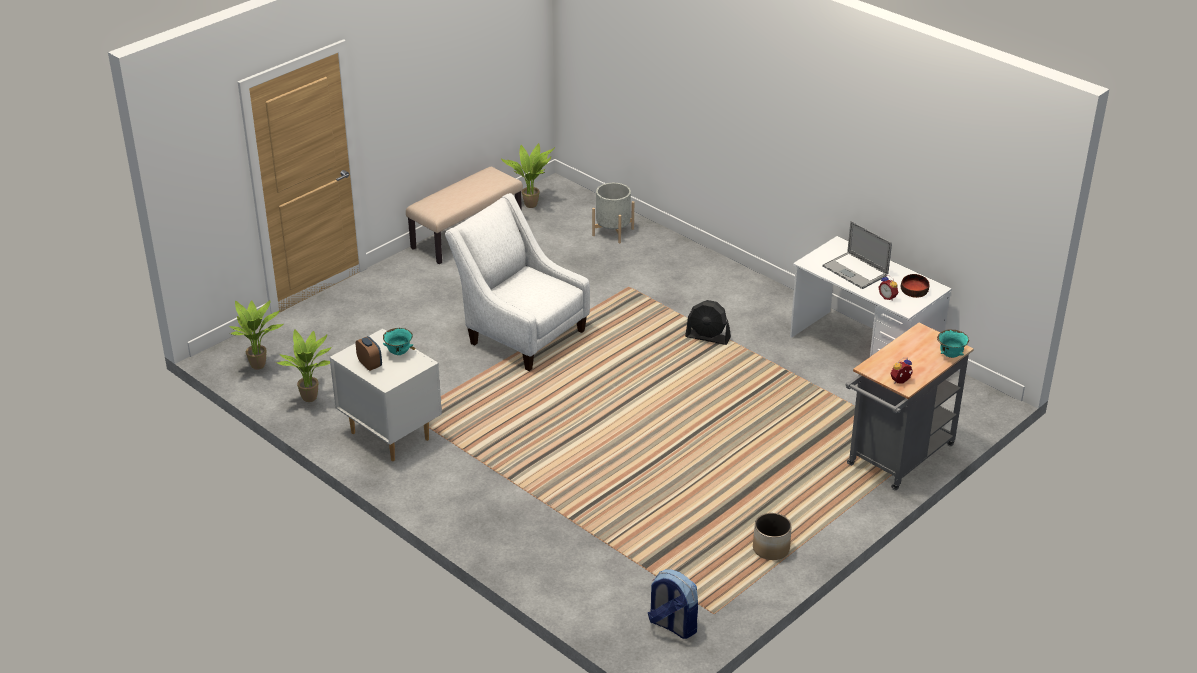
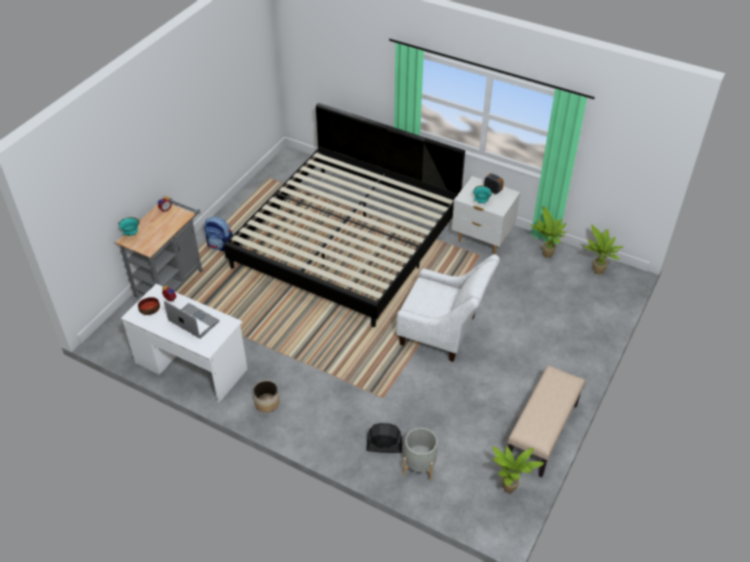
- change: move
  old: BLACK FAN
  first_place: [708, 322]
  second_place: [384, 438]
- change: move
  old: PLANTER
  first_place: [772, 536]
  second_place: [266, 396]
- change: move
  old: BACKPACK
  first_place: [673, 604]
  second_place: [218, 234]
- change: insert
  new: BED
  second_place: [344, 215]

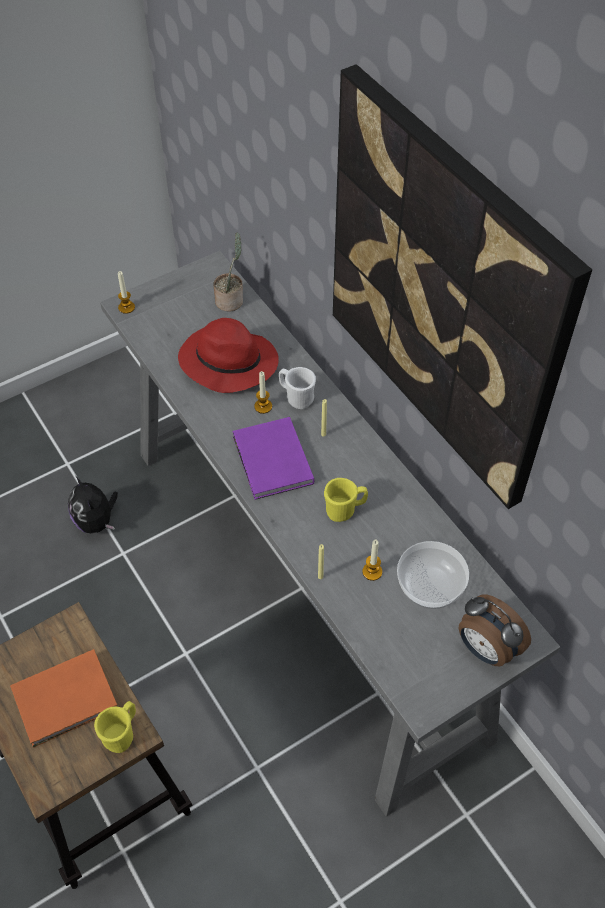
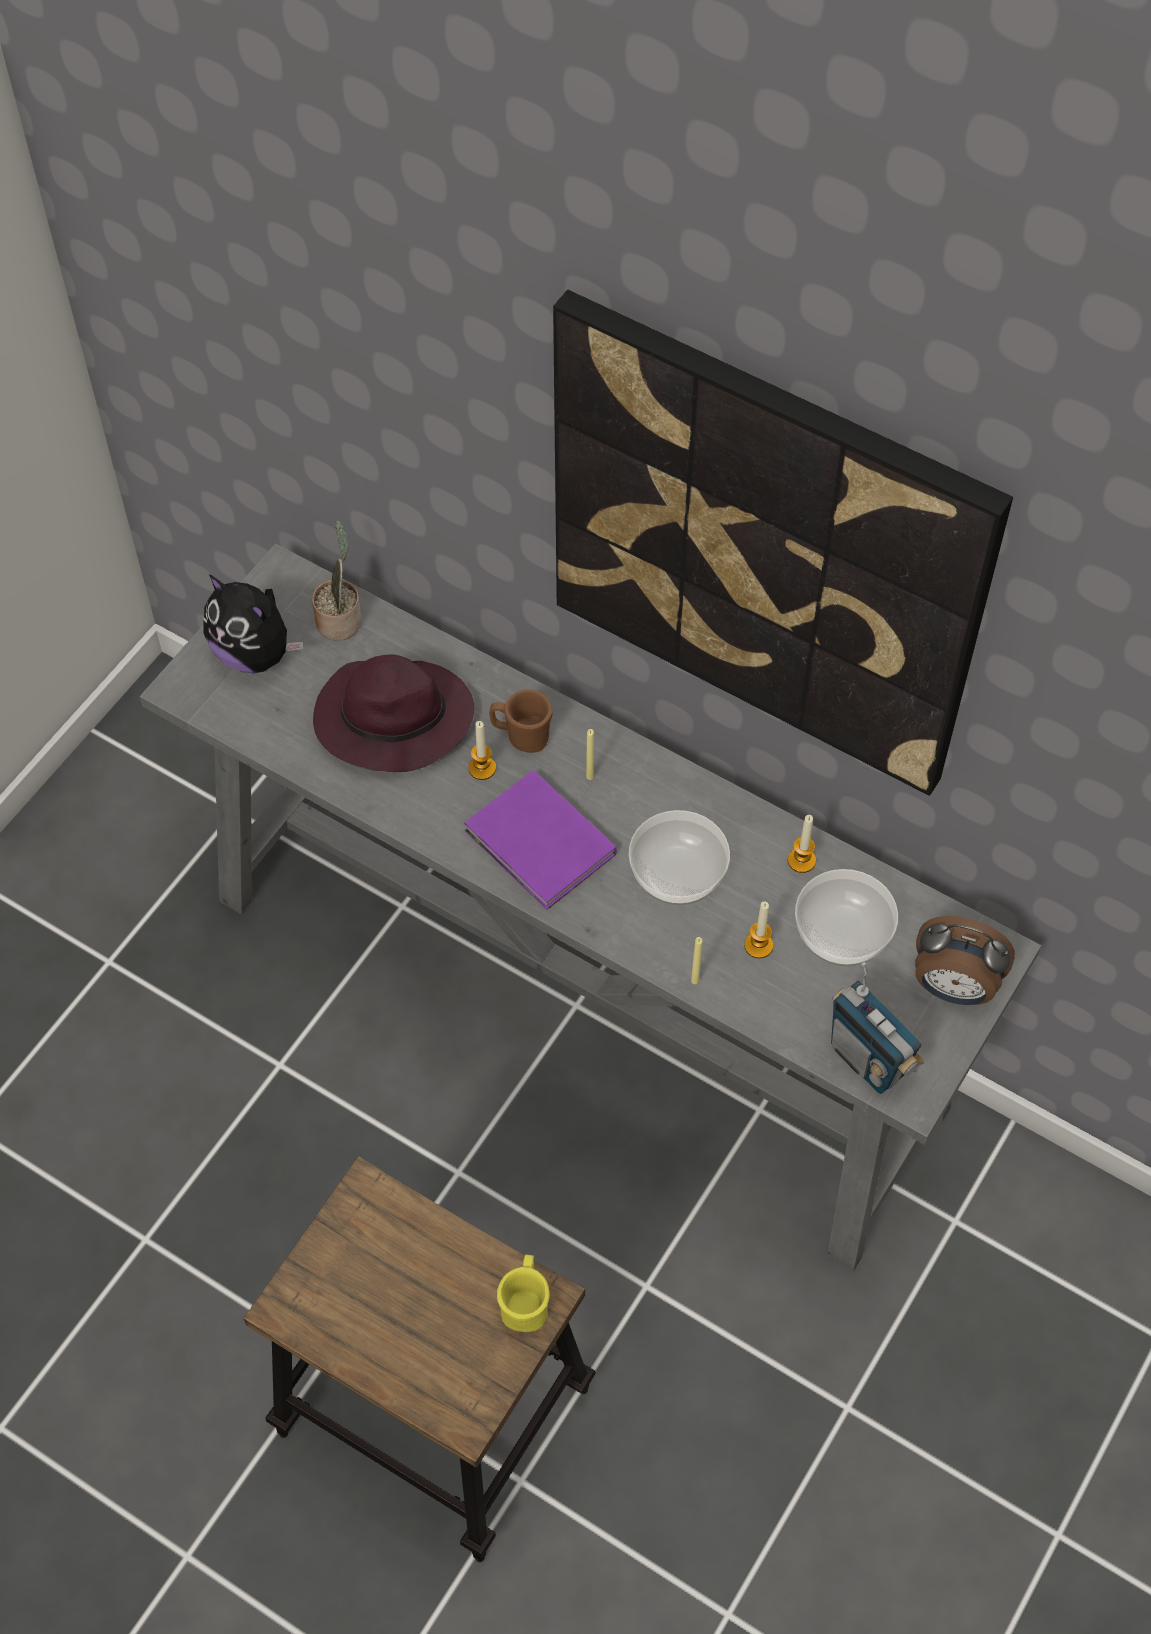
- change: move
  old: CANDLE
  first_place: [126, 292]
  second_place: [802, 844]
- change: recolor
  old: RED HAT
  new: PURPLE HAT
  first_place: [228, 355]
  second_place: [393, 713]
- change: recolor
  old: WHITE MUG
  new: BROWN MUG
  first_place: [297, 388]
  second_place: [521, 721]
- change: move
  old: PLUSH TOY
  first_place: [93, 505]
  second_place: [253, 624]
- change: replace
  old: YELLOW MUG
  new: BOWL
  first_place: [346, 500]
  second_place: [679, 857]
- change: delete
  old: ORANGE BOOK
  first_place: [64, 698]
- change: insert
  new: RADIO
  second_place: [878, 1028]

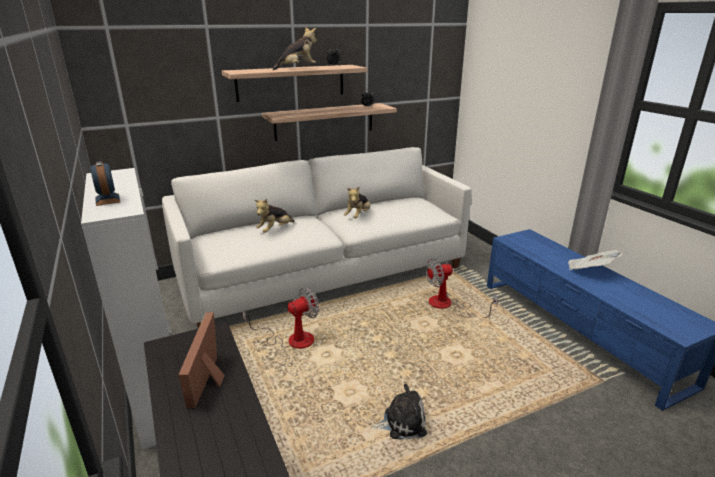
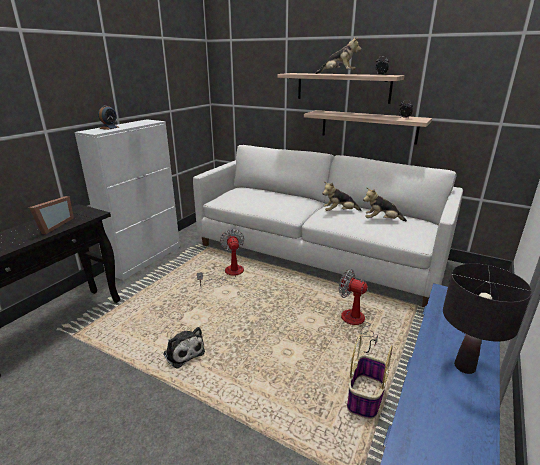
- change: move
  old: PLUSH TOY
  first_place: [274, 216]
  second_place: [385, 204]
- change: replace
  old: NEWSPAPER
  new: BLACK TABLE LAMP
  first_place: [595, 260]
  second_place: [487, 318]
- change: rotate
  old: FAN
  first_place: [280, 318]
  second_place: [220, 258]
  degrees: -120
- change: rotate
  old: PICTURE FRAME
  first_place: [201, 360]
  second_place: [51, 215]
  degrees: 135
- change: insert
  new: BASKET
  second_place: [370, 377]

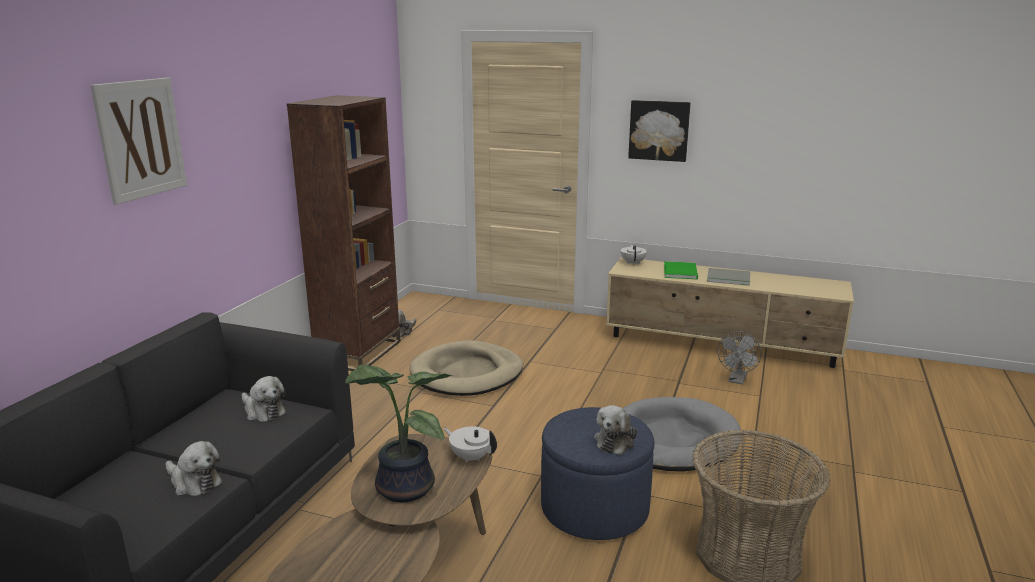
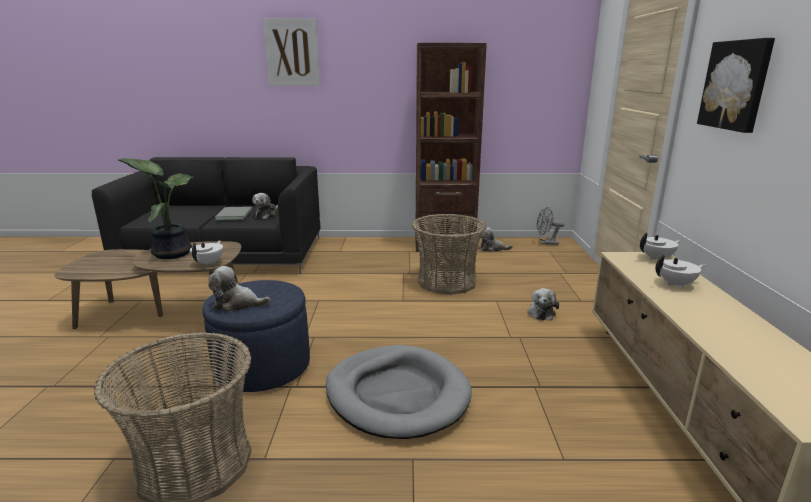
- change: replace
  old: GREEN BOOK
  new: WHITE TEAPOT
  first_place: [681, 270]
  second_place: [680, 272]
- change: move
  old: GREY BOOK
  first_place: [728, 277]
  second_place: [233, 213]
- change: move
  old: GREY FAN
  first_place: [740, 358]
  second_place: [550, 226]
- change: replace
  old: BEIGE DOG BED
  new: BASKET
  first_place: [466, 368]
  second_place: [449, 254]
- change: move
  old: PLUSH TOY
  first_place: [193, 468]
  second_place: [543, 304]

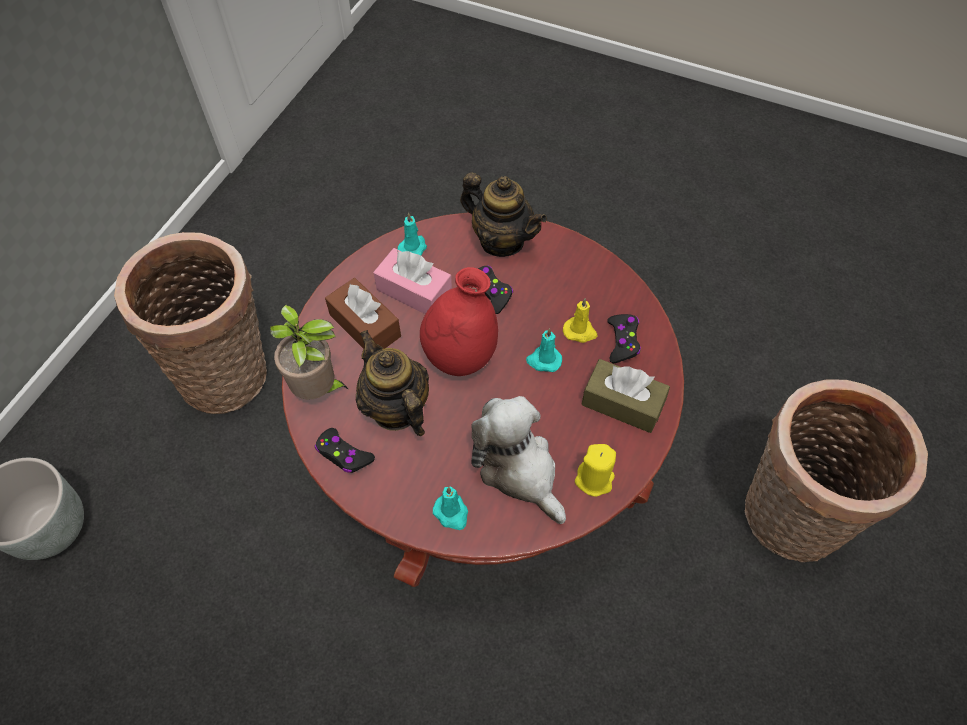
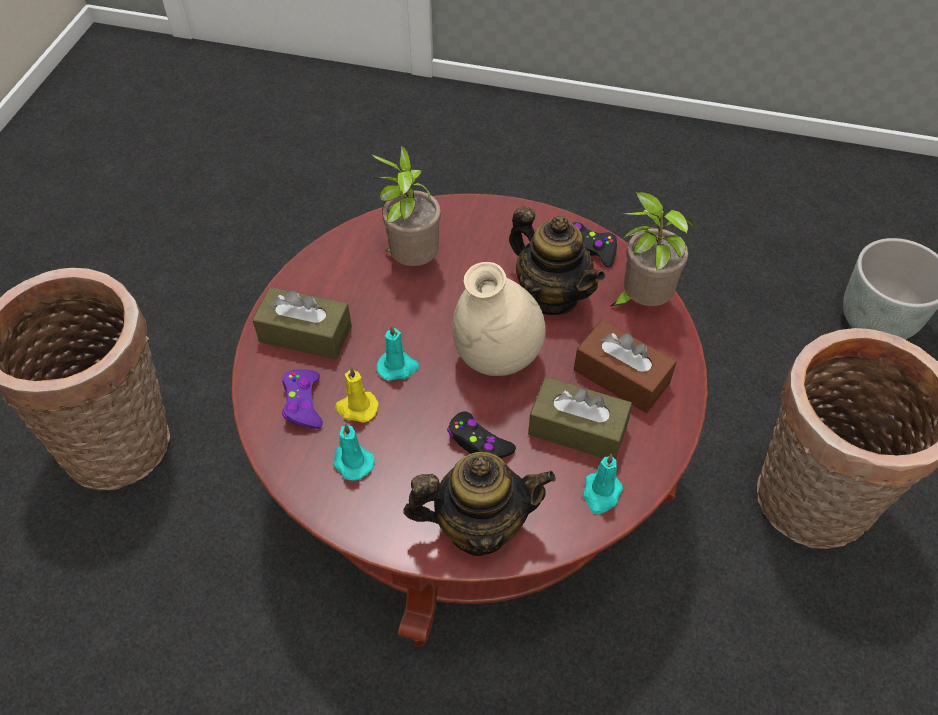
- change: rotate
  old: TEAPOT
  first_place: [503, 214]
  second_place: [480, 504]
  degrees: 150
- change: recolor
  old: PINK TISSUE BOX
  new: BROWN TISSUE BOX
  first_place: [412, 281]
  second_place: [580, 418]
- change: recolor
  old: RED VASE
  new: BEIGE VASE
  first_place: [459, 321]
  second_place: [499, 319]
- change: recolor
  old: BLACK GAME CONTROLLER
  new: PURPLE GAME CONTROLLER
  first_place: [624, 338]
  second_place: [302, 399]
- change: replace
  old: PLUSH TOY
  new: POTTED PLANT
  first_place: [518, 460]
  second_place: [406, 205]
- change: delete
  old: YELLOW CANDLE
  first_place: [595, 470]
- change: move
  old: TURQUOISE CANDLE
  first_place: [450, 508]
  second_place: [354, 452]

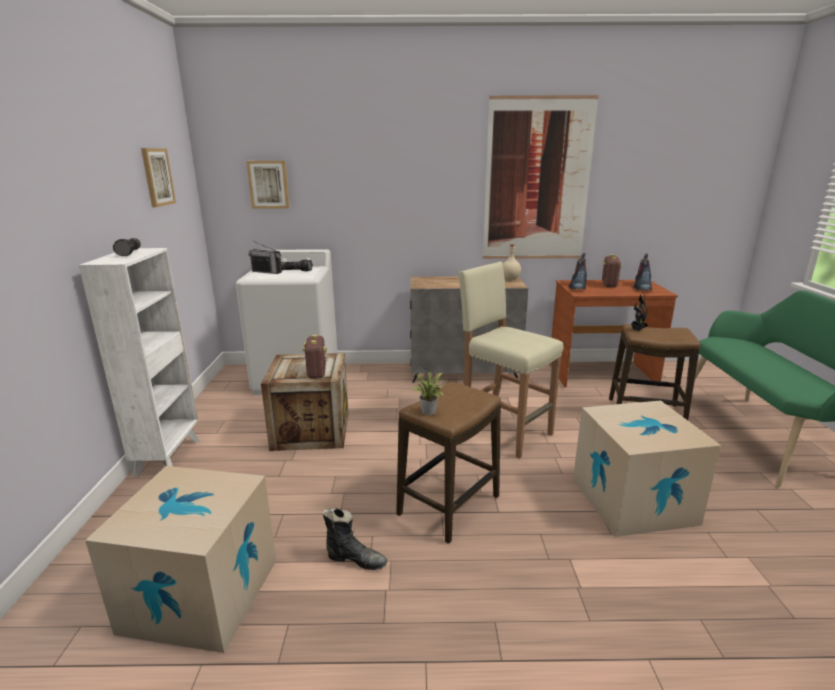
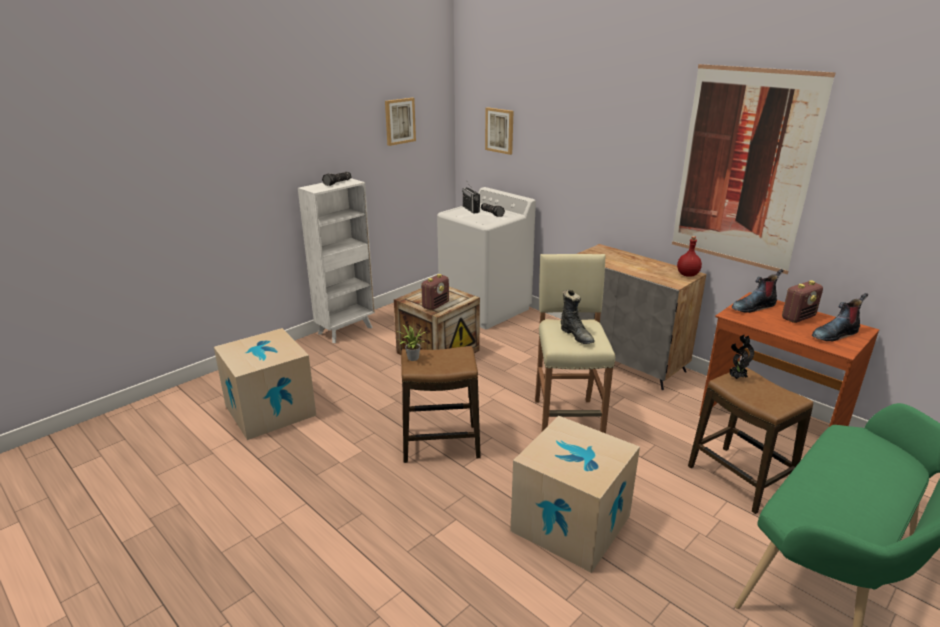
- change: recolor
  old: BEIGE BOTTLE
  new: RED BOTTLE
  first_place: [512, 262]
  second_place: [689, 256]
- change: move
  old: BLACK BOOT
  first_place: [354, 539]
  second_place: [578, 317]

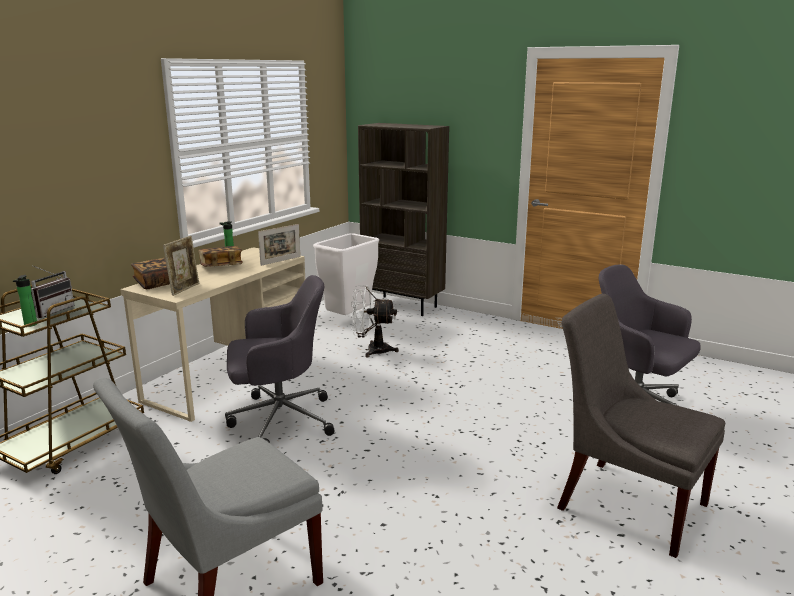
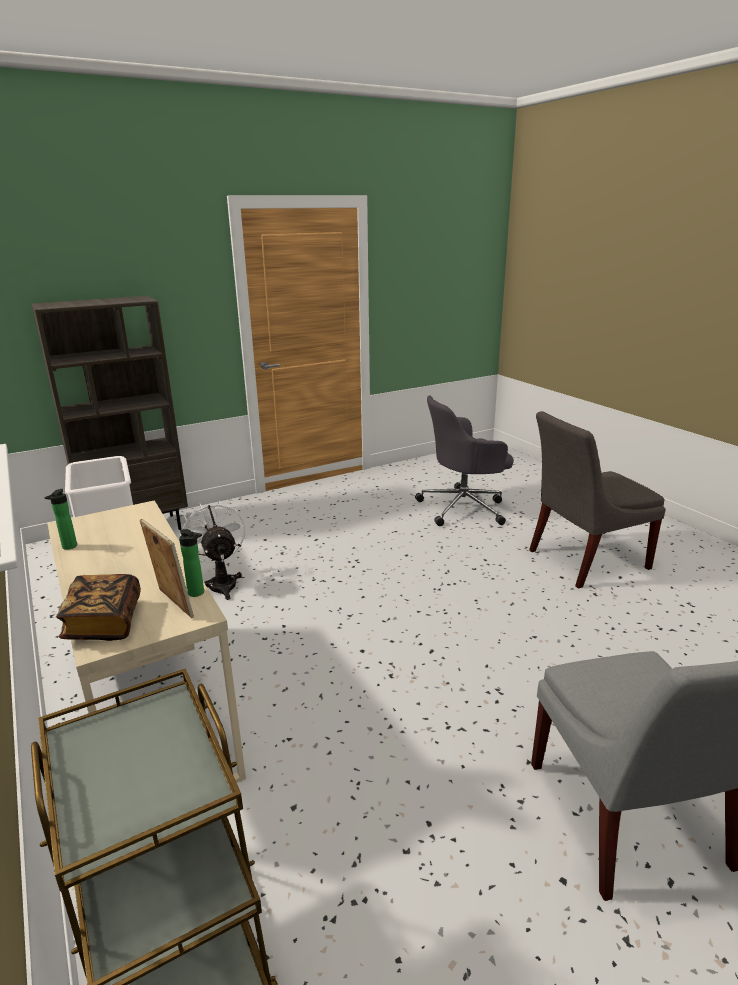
- change: delete
  old: PICTURE FRAME
  first_place: [279, 245]
- change: delete
  old: BOOK
  first_place: [220, 256]
- change: delete
  old: RADIO
  first_place: [52, 292]
- change: move
  old: BOTTLE
  first_place: [25, 301]
  second_place: [191, 563]
- change: delete
  old: GREY OFFICE CHAIR
  first_place: [280, 359]
- change: rotate
  old: WHITE FAN
  first_place: [375, 321]
  second_place: [212, 550]
  degrees: 120

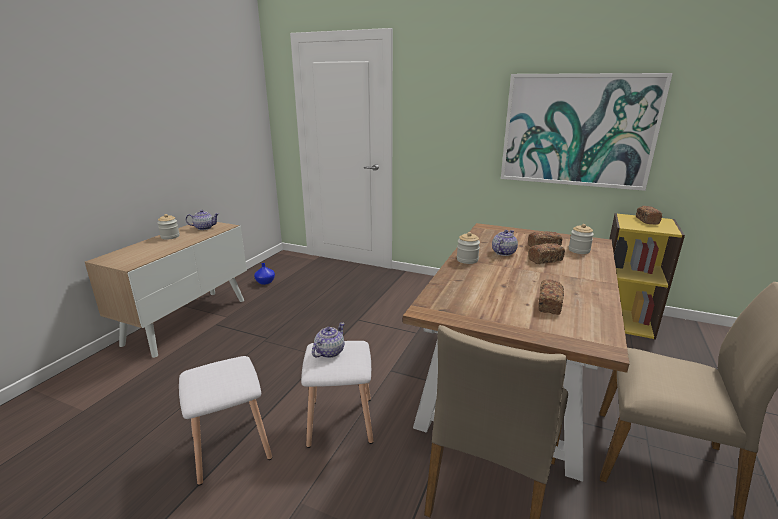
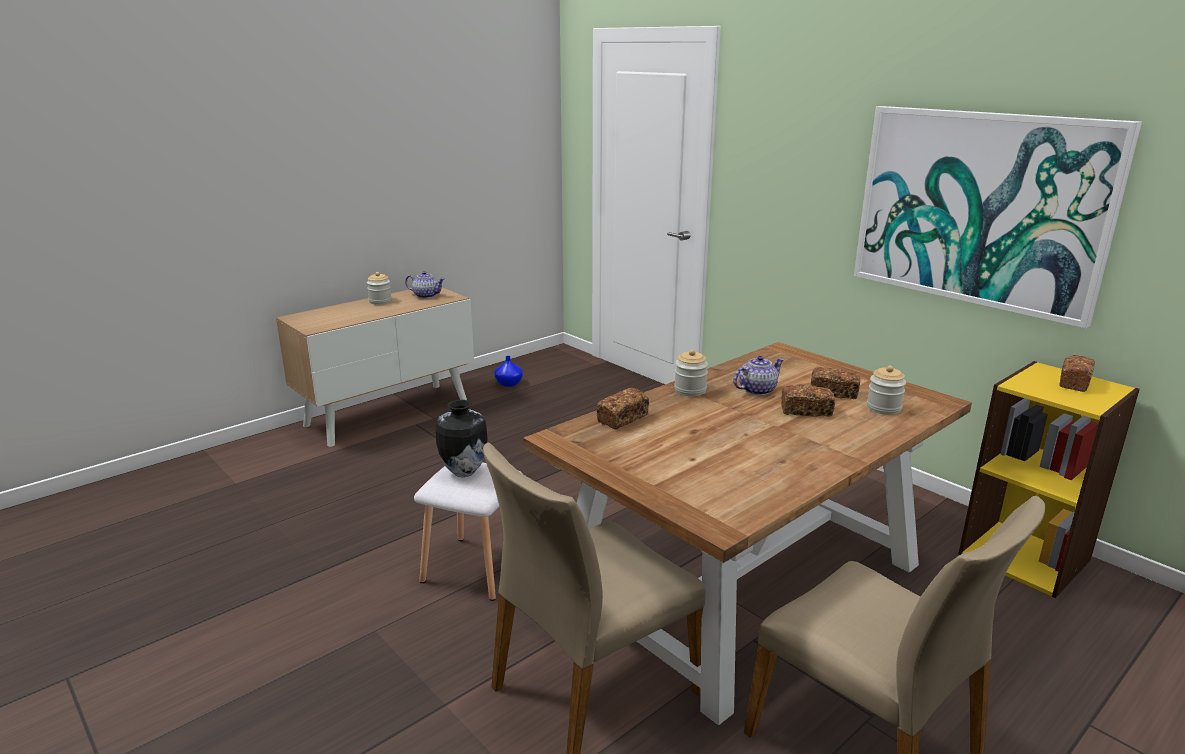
- change: move
  old: BREAD
  first_place: [551, 297]
  second_place: [622, 409]
- change: replace
  old: TEAPOT
  new: VASE
  first_place: [328, 340]
  second_place: [461, 438]
- change: delete
  old: WHITE STOOL
  first_place: [225, 420]

